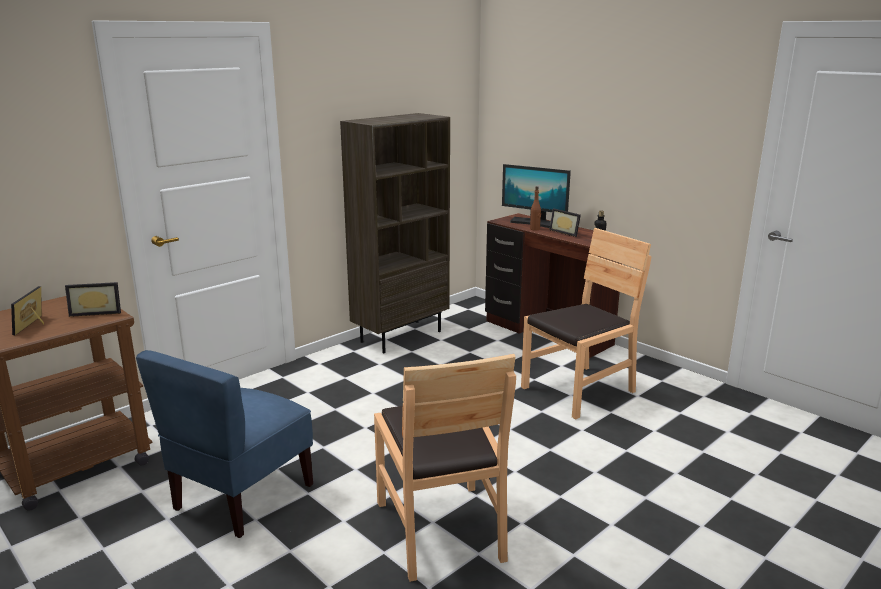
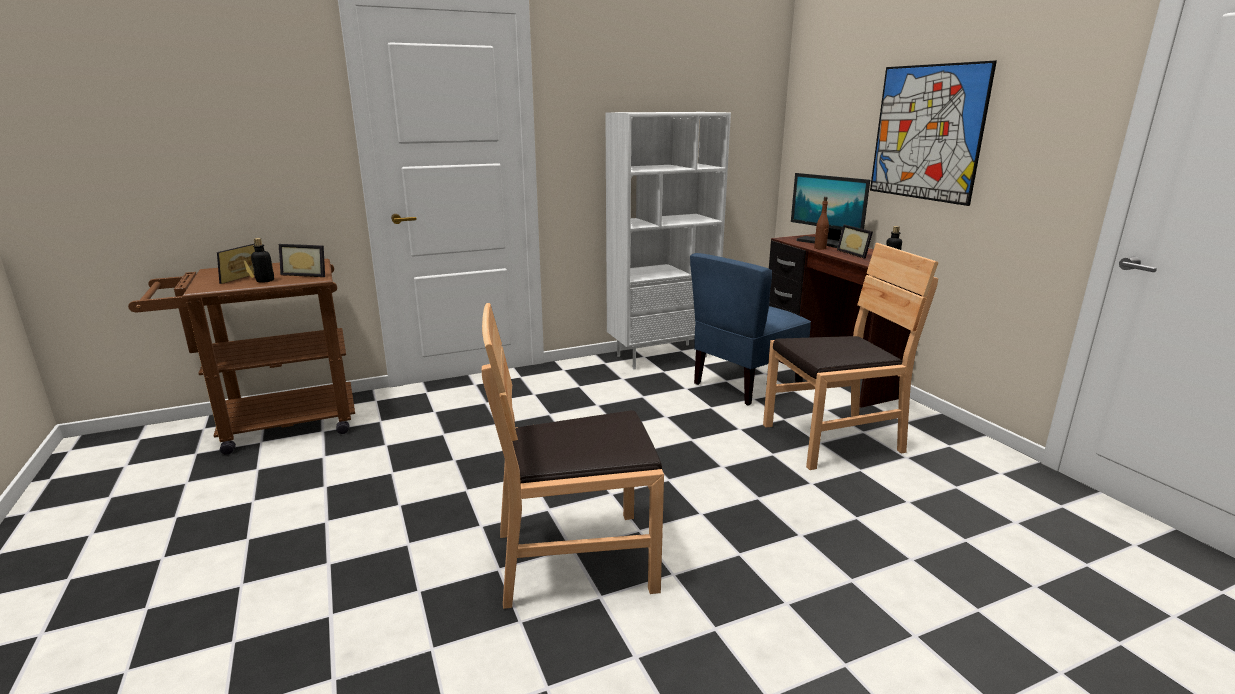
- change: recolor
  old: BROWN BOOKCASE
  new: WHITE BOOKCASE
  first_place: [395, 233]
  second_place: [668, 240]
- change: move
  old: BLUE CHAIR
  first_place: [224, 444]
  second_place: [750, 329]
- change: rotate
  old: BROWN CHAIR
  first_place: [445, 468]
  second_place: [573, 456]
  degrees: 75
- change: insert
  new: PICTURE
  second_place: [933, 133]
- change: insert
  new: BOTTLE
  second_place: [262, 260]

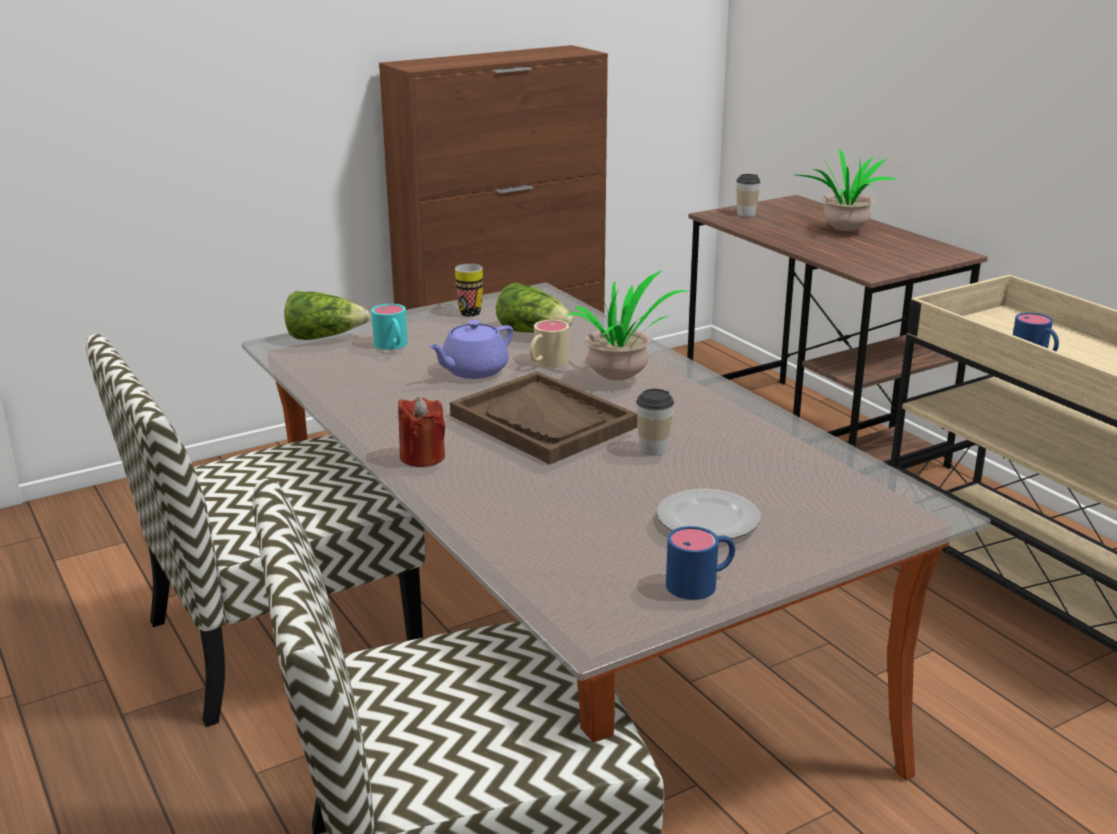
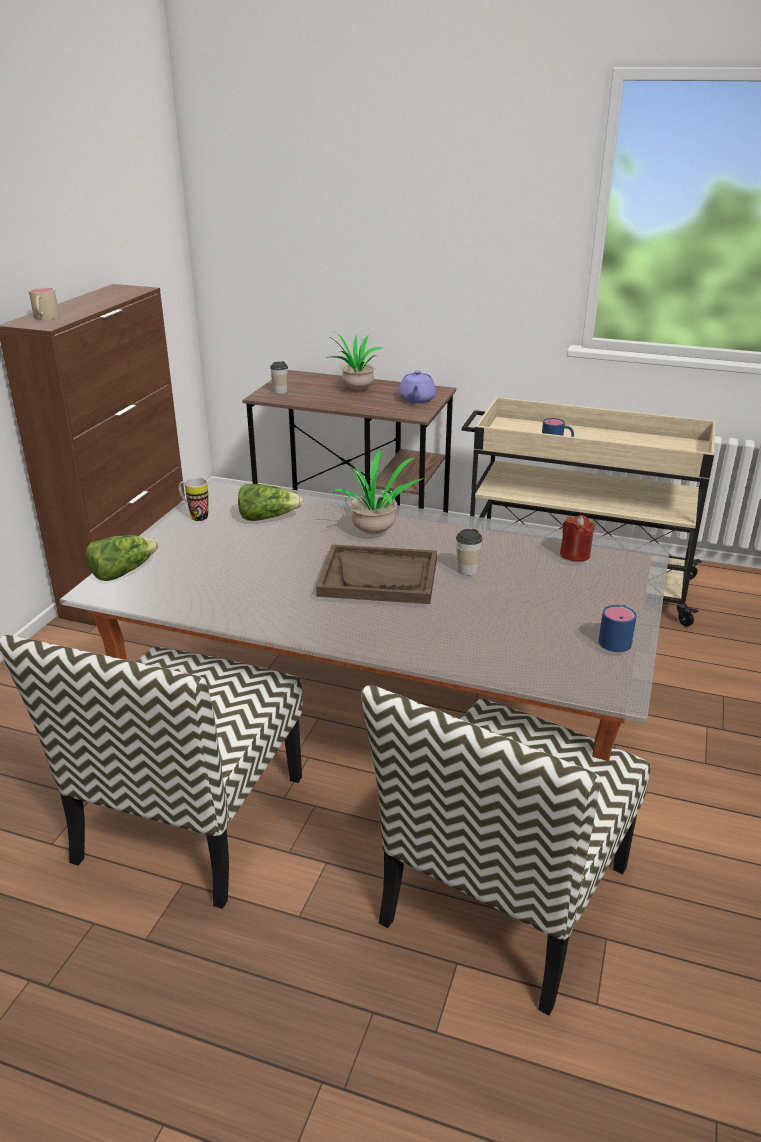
- change: delete
  old: TURQUOISE MUG
  first_place: [389, 327]
- change: move
  old: PURPLE TEAPOT
  first_place: [470, 349]
  second_place: [417, 386]
- change: move
  old: BEIGE MUG
  first_place: [549, 344]
  second_place: [44, 303]
- change: move
  old: RED CANDLE
  first_place: [421, 432]
  second_place: [577, 538]
- change: delete
  old: PLATE
  first_place: [709, 514]

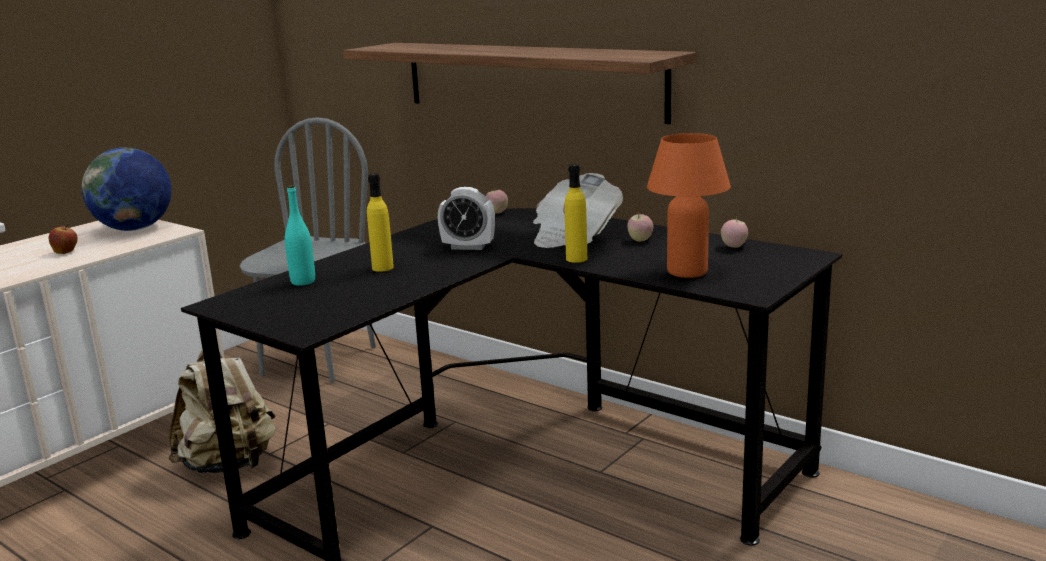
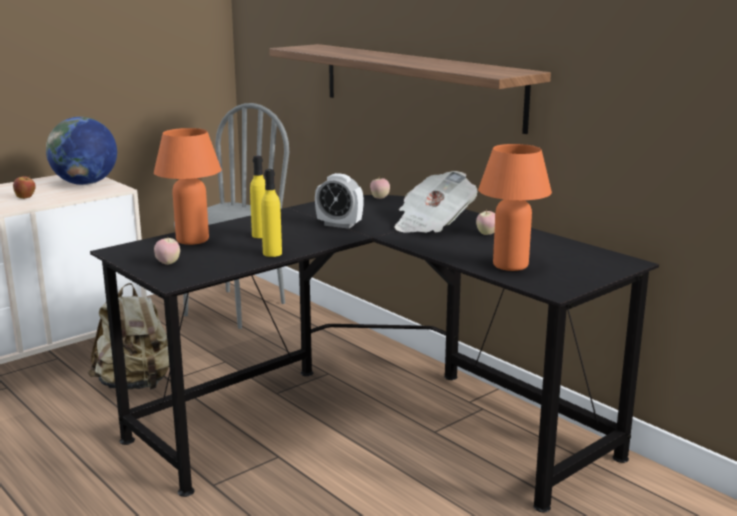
- change: move
  old: YELLOW BOTTLE
  first_place: [576, 213]
  second_place: [271, 213]
- change: replace
  old: TURQUOISE BOTTLE
  new: ORANGE TABLE LAMP
  first_place: [300, 235]
  second_place: [187, 186]
- change: move
  old: APPLE
  first_place: [734, 232]
  second_place: [167, 250]

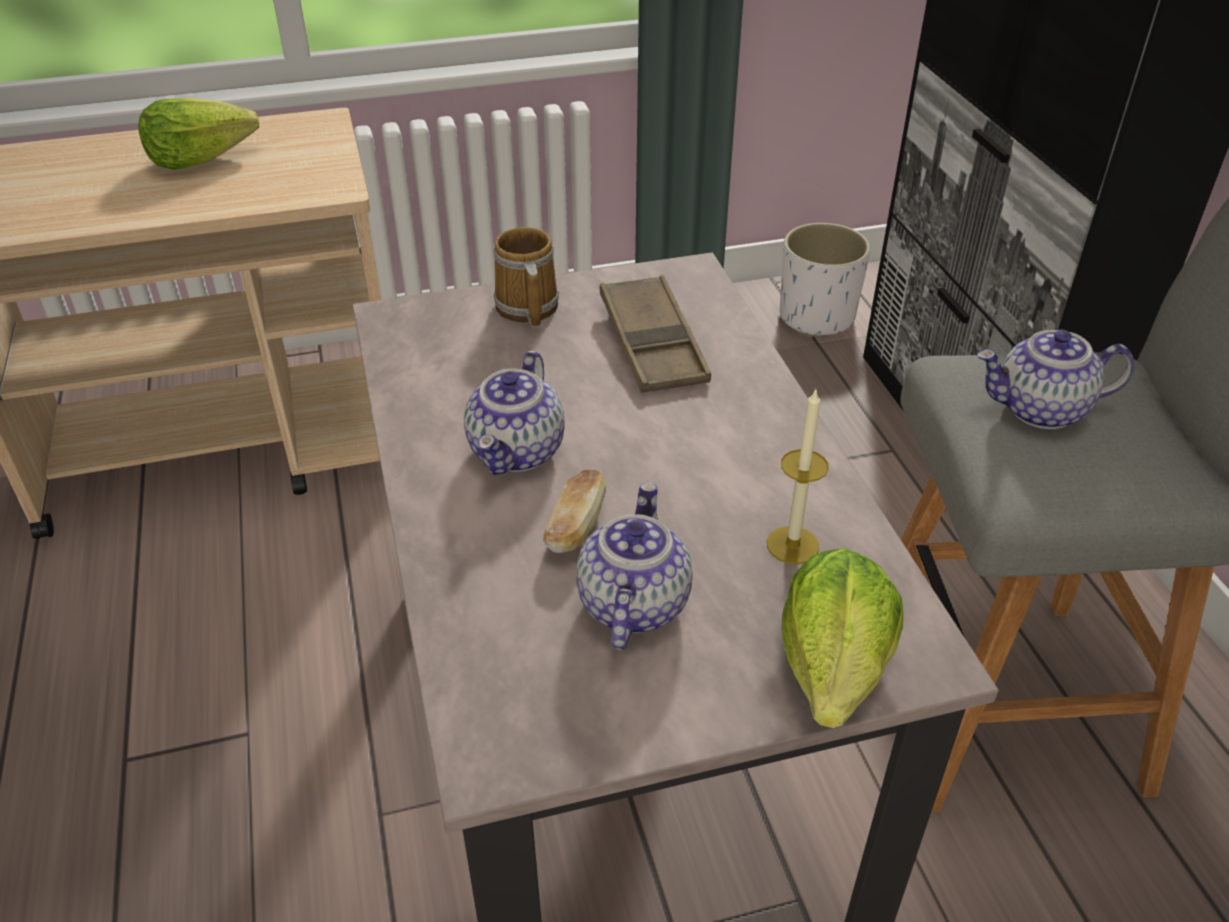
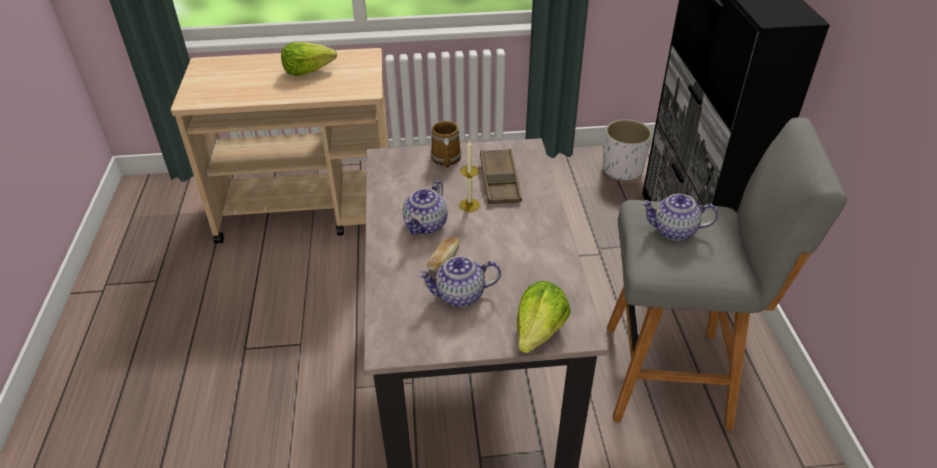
- change: move
  old: CANDLE
  first_place: [798, 476]
  second_place: [469, 176]
- change: rotate
  old: TEAPOT
  first_place: [634, 566]
  second_place: [459, 281]
  degrees: -120

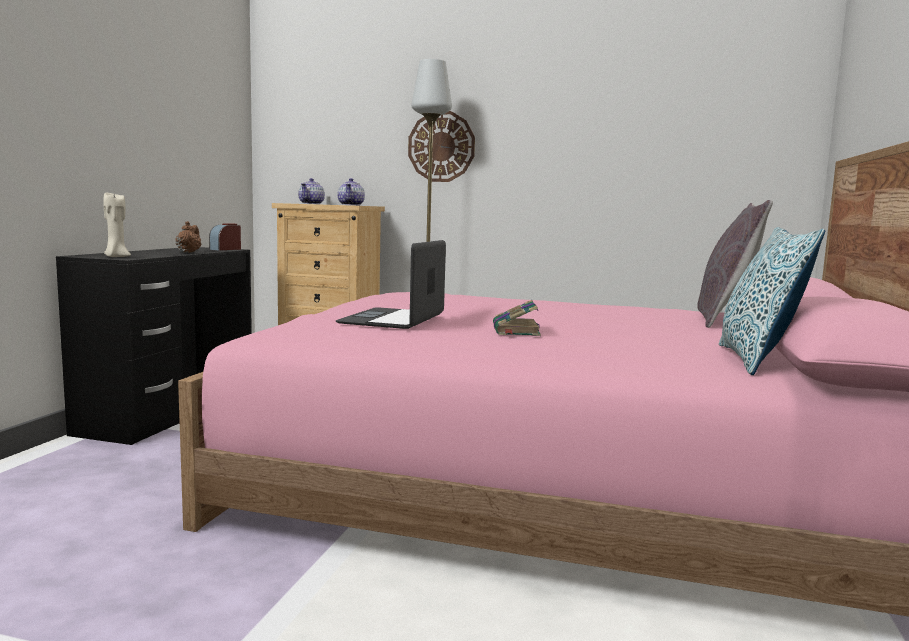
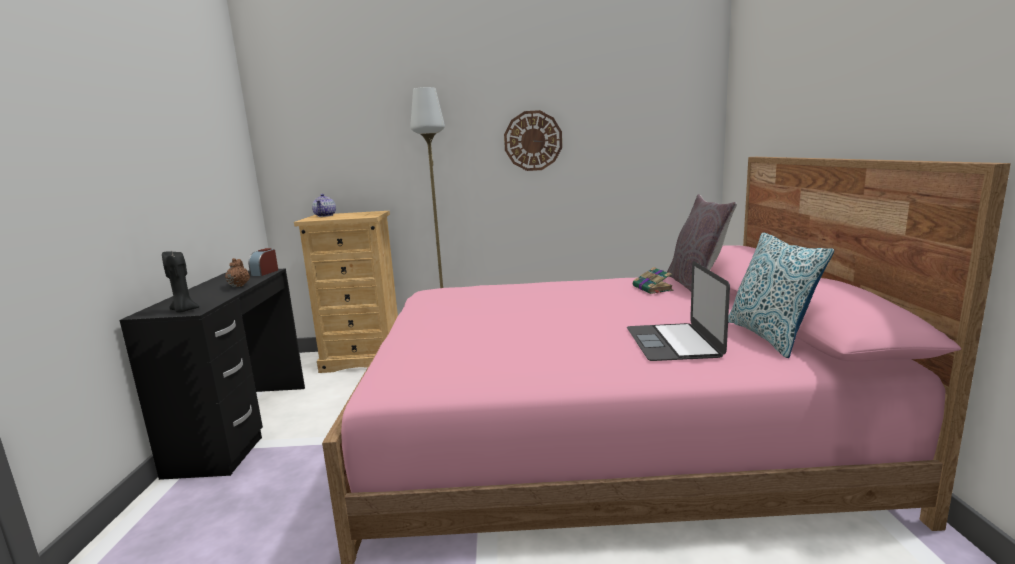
- change: move
  old: WALL CLOCK
  first_place: [441, 146]
  second_place: [533, 140]
- change: delete
  old: TEAPOT
  first_place: [351, 191]
- change: recolor
  old: BEIGE CANDLE
  new: BLACK CANDLE
  first_place: [117, 225]
  second_place: [180, 282]
- change: move
  old: LAPTOP
  first_place: [391, 284]
  second_place: [678, 311]
- change: move
  old: BOOK
  first_place: [517, 318]
  second_place: [653, 280]

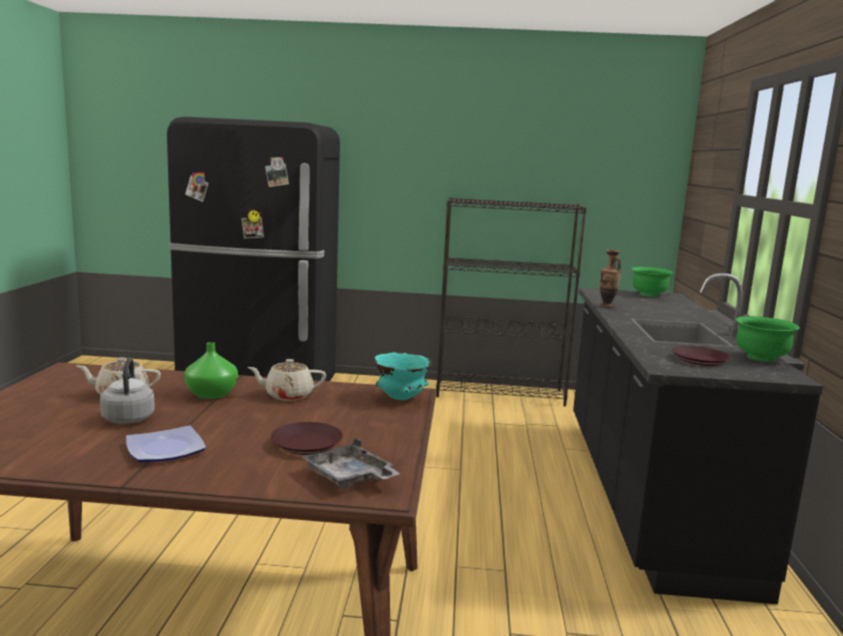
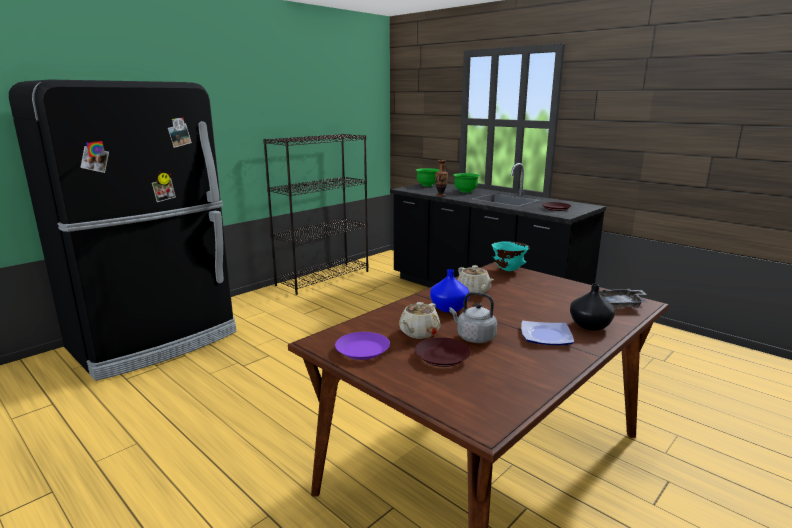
- change: move
  old: GREEN BOWL
  first_place: [767, 339]
  second_place: [466, 183]
- change: recolor
  old: GREEN VASE
  new: BLUE VASE
  first_place: [211, 370]
  second_place: [449, 291]
- change: rotate
  old: BEIGE TEAPOT
  first_place: [286, 380]
  second_place: [476, 279]
  degrees: -60
- change: move
  old: BROWN PLATE
  first_place: [307, 438]
  second_place: [443, 352]
- change: insert
  new: BLACK VASE
  second_place: [592, 307]
- change: insert
  new: PURPLE PLATE
  second_place: [362, 346]

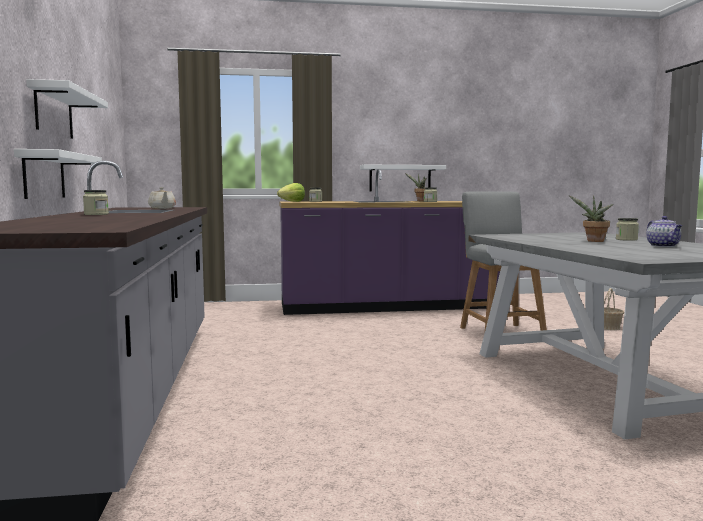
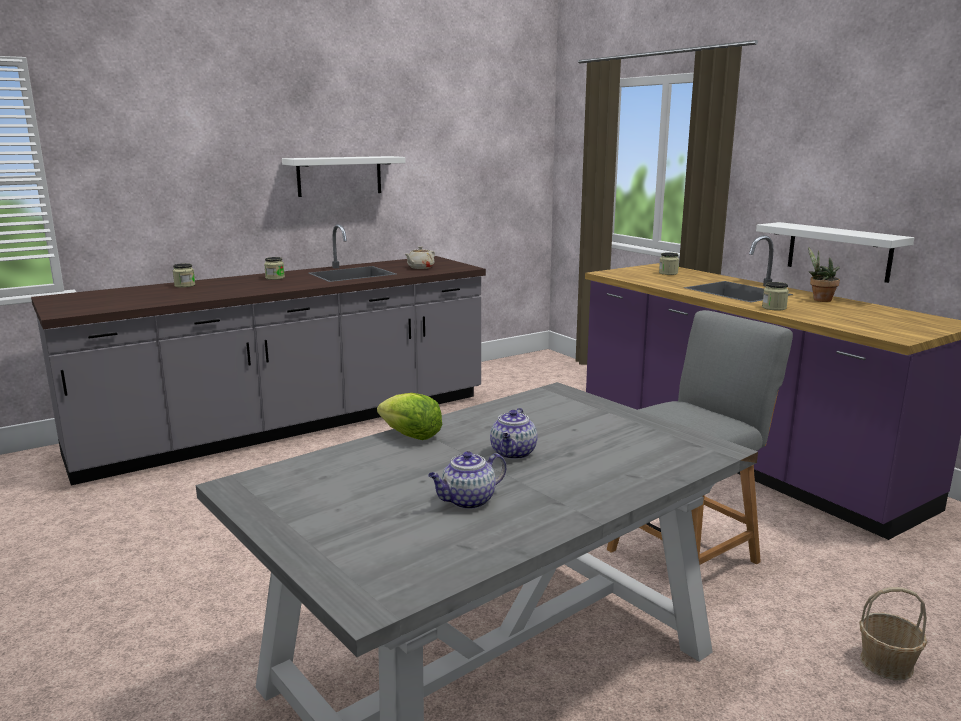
- change: delete
  old: WHITE SHELF
  first_place: [58, 174]
- change: move
  old: LETTUCE
  first_place: [291, 192]
  second_place: [409, 416]
- change: replace
  old: POTTED PLANT
  new: TEAPOT
  first_place: [591, 218]
  second_place: [514, 433]
- change: move
  old: JAR
  first_place: [627, 229]
  second_place: [184, 275]

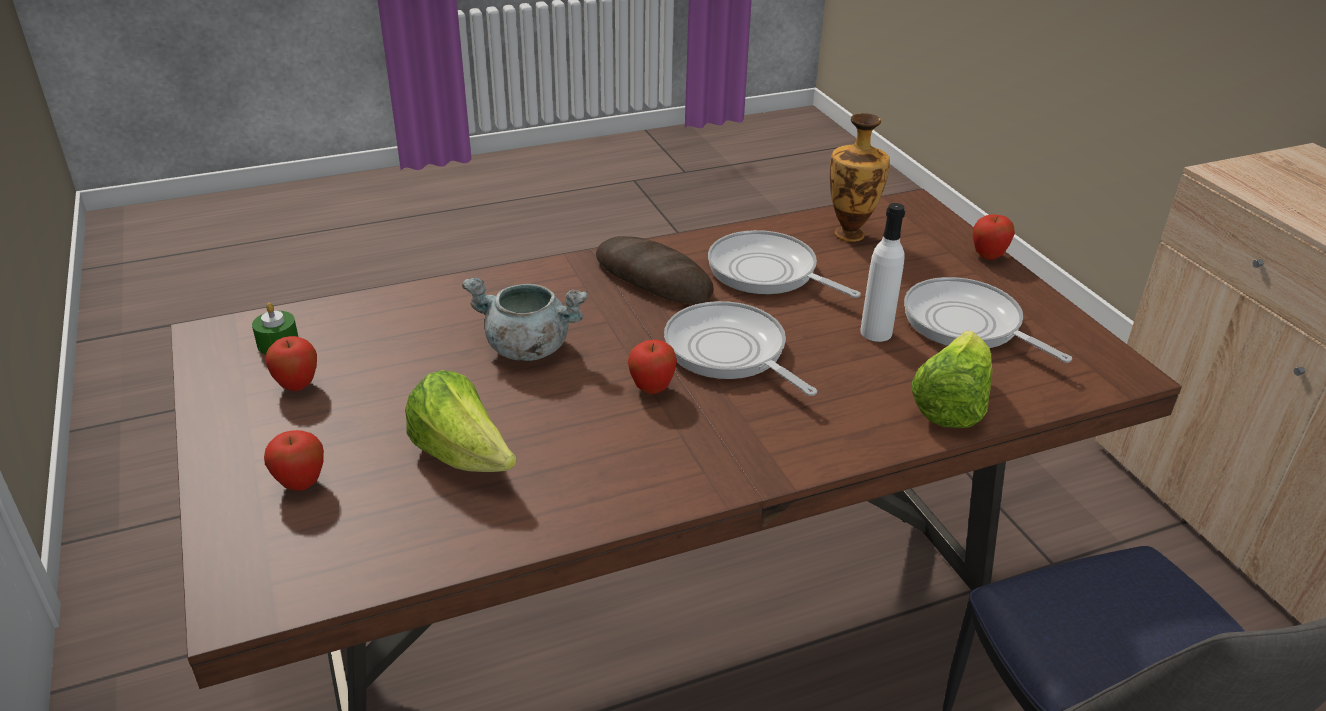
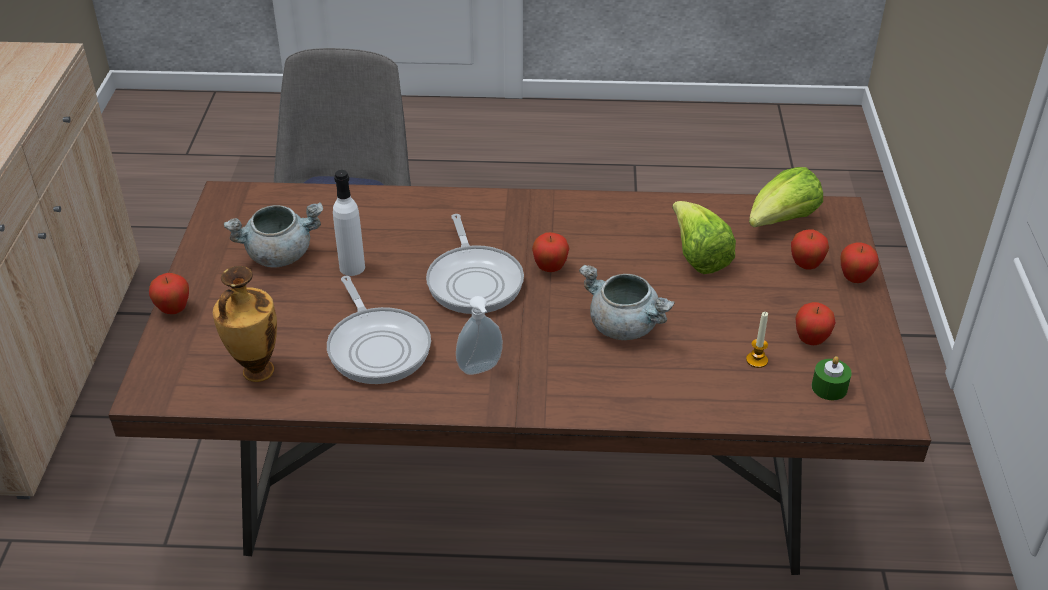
- change: replace
  old: BREAD
  new: SOAP DISPENSER
  first_place: [655, 270]
  second_place: [479, 335]
- change: replace
  old: FRYING PAN
  new: GREY COOKING POT
  first_place: [988, 320]
  second_place: [273, 234]
- change: move
  old: LETTUCE
  first_place: [952, 379]
  second_place: [786, 197]
- change: insert
  new: APPLE
  second_place: [860, 262]
- change: insert
  new: CANDLE
  second_place: [757, 340]

